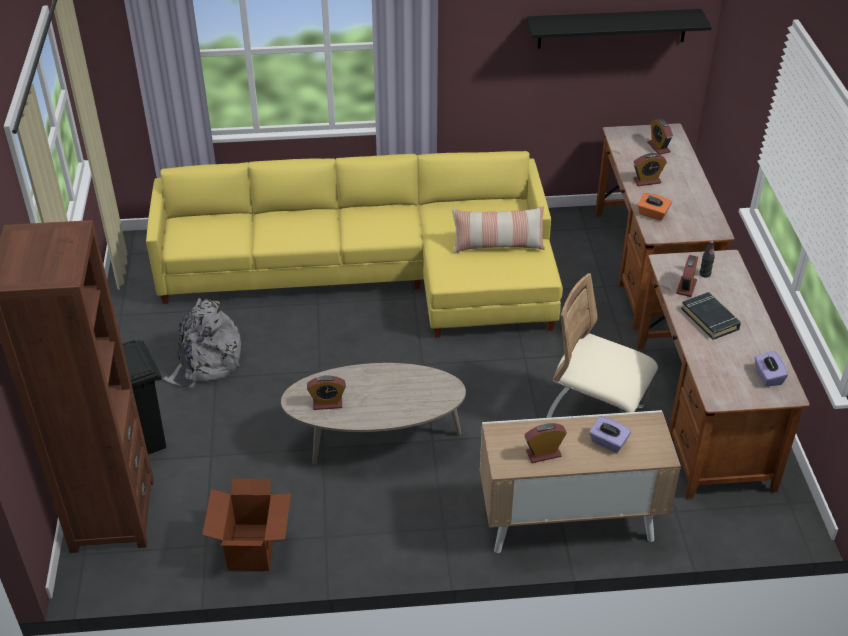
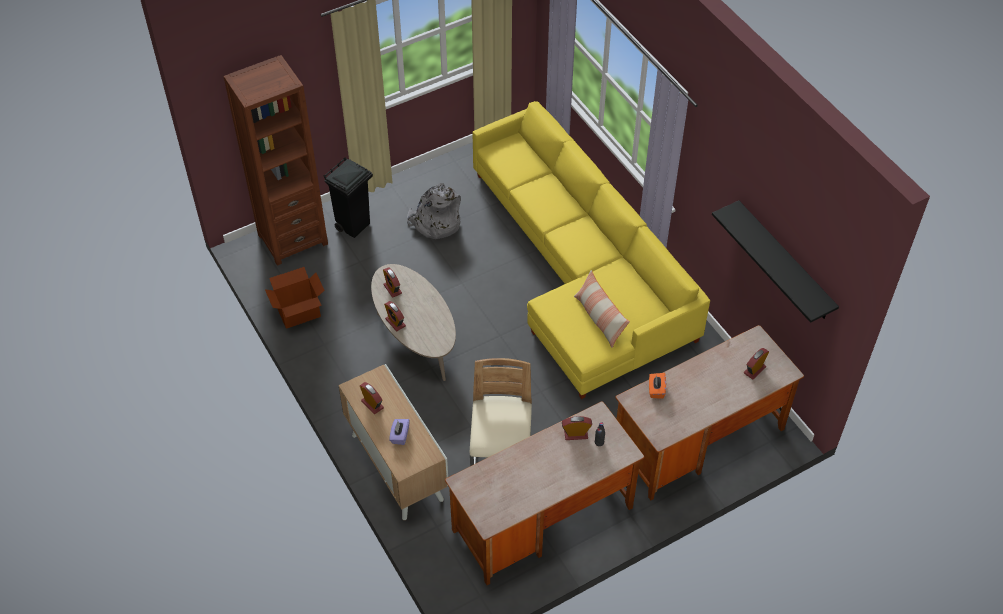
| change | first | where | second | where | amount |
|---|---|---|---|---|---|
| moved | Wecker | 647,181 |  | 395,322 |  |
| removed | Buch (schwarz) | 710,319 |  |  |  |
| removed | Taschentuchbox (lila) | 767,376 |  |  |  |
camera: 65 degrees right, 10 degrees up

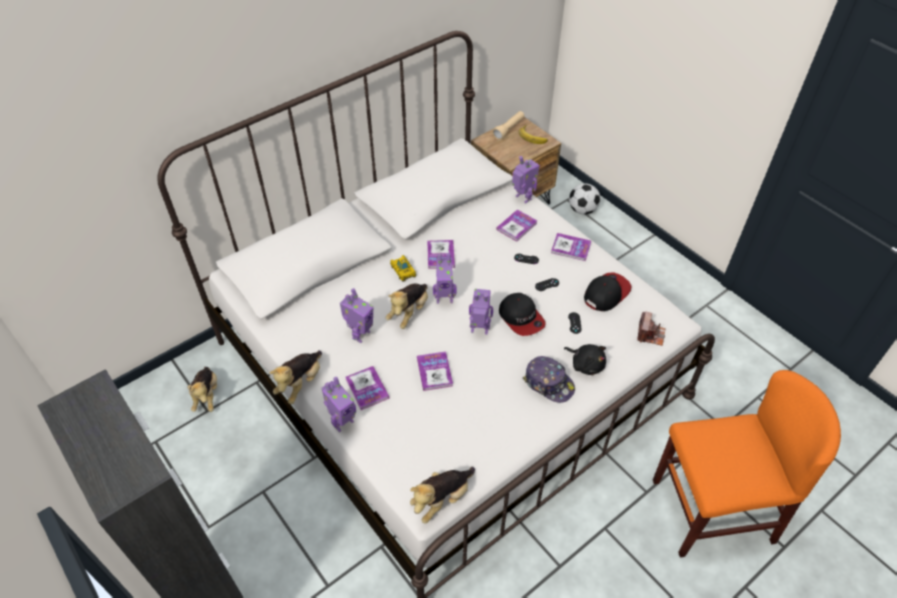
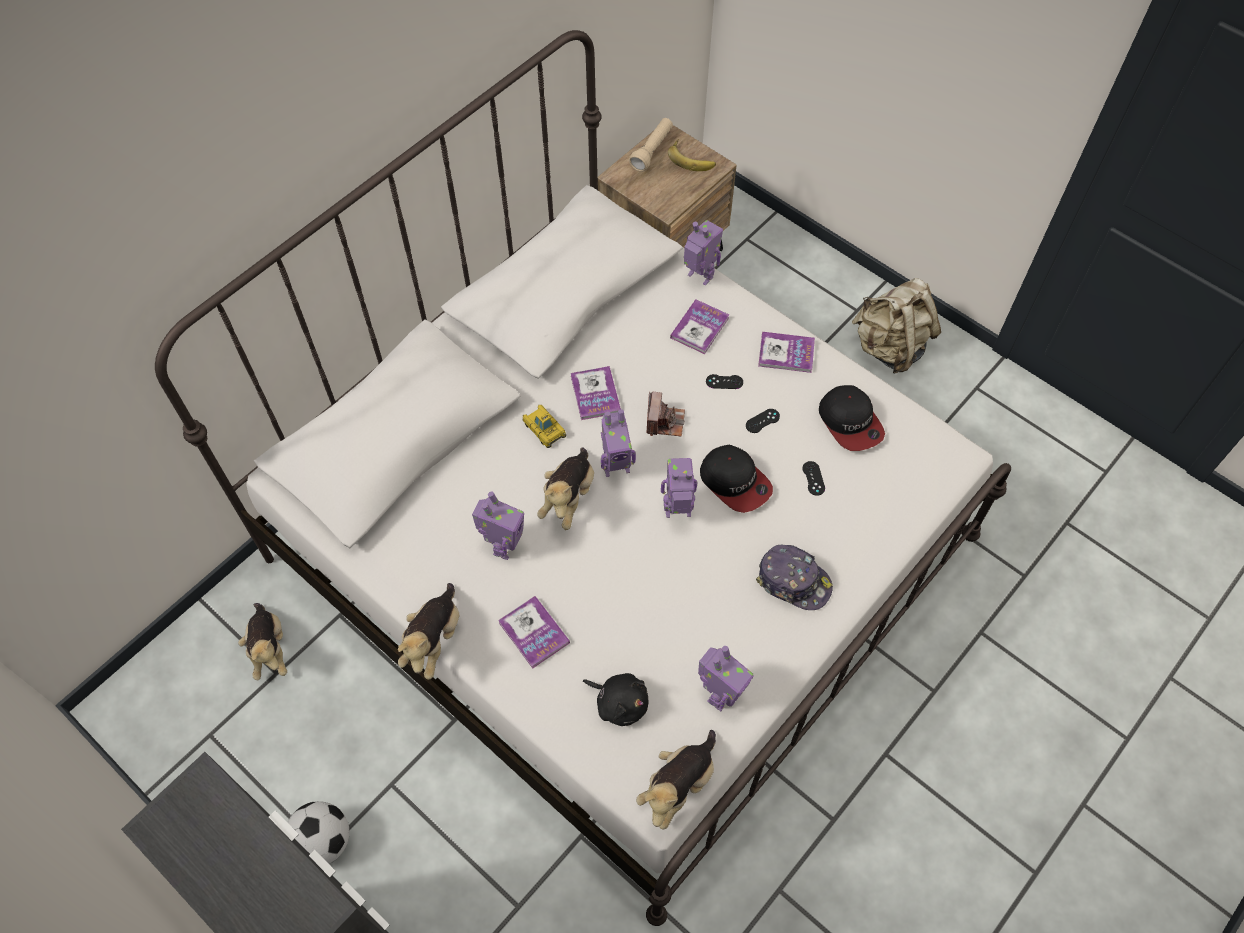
| change | first | where | second | where | amount |
|---|---|---|---|---|---|
| moved | Spielzeugroboter | 342,422 |  | 720,695 |  |
| removed | Buch | 434,372 |  |  |  |
| moved | Plüschtier (schwarz) | 586,364 |  | 619,703 |  |
| moved | Fußball | 582,210 |  | 323,841 |  |
| turned | Kappe | 606,293 |  | 850,422 | 120 degrees clockwise |
| moved | Kamera | 650,334 |  | 664,421 |  |
| removed | Stuhl (orange) | 712,510 |  |  |  |
| added |  |  | Rucksack (beige) | 889,347 |  |
camera: 10 degrees left, 10 degrees up

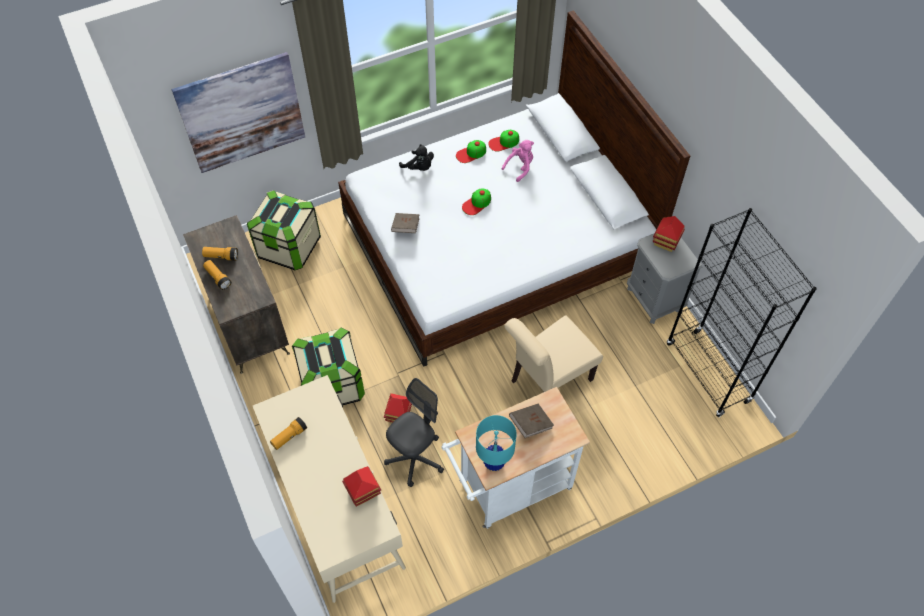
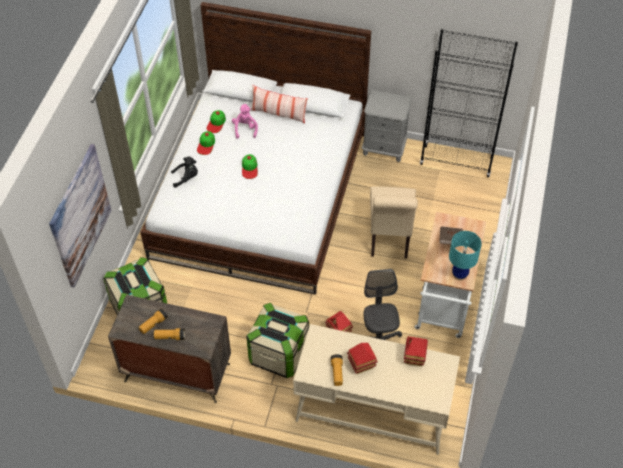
| change | first | where | second | where | amount |
|---|---|---|---|---|---|
| removed | Buch (braun) | 405,228 |  |  |  |
| moved | Spielzeughaus | 665,242 |  | 361,365 |  |
| added |  |  | Kissen | 278,114 |  |
camera: 50 degrees left, 5 degrees down

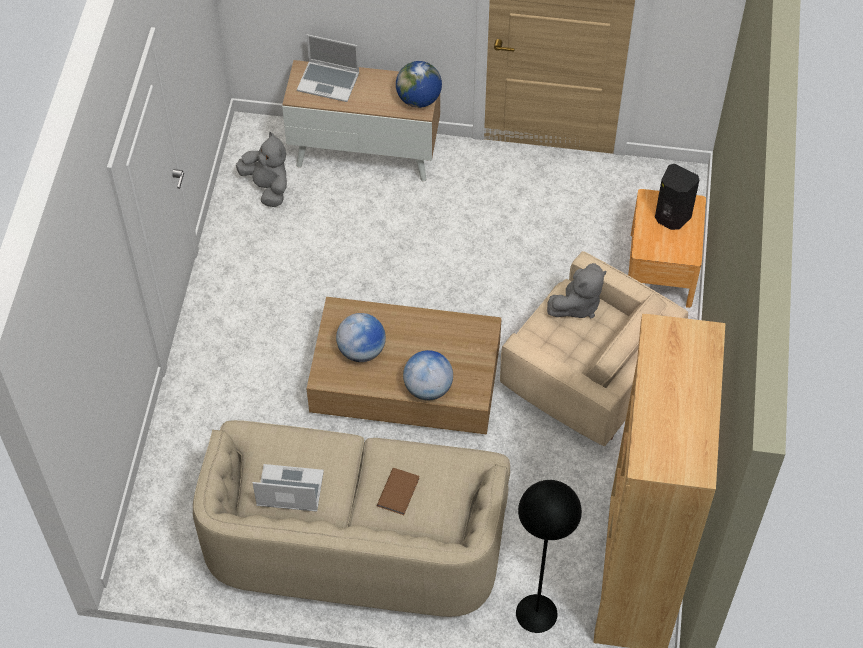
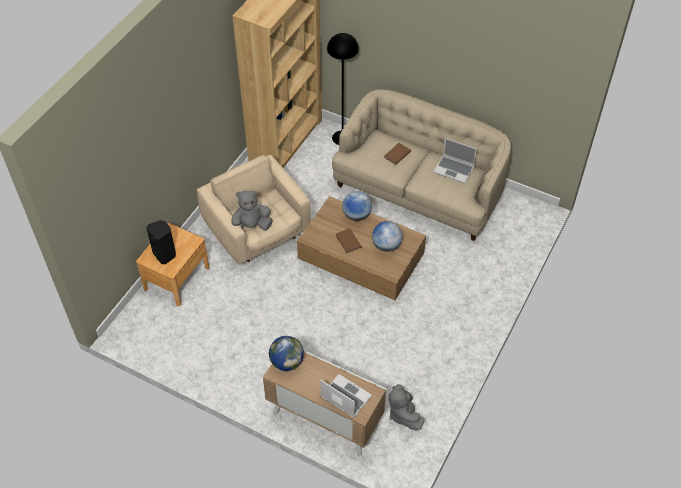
| change | first | where | second | where | amount |
|---|---|---|---|---|---|
| added |  |  | Buch (braun) | 347,242 |  |
camera: 160 degrees left, 5 degrees down

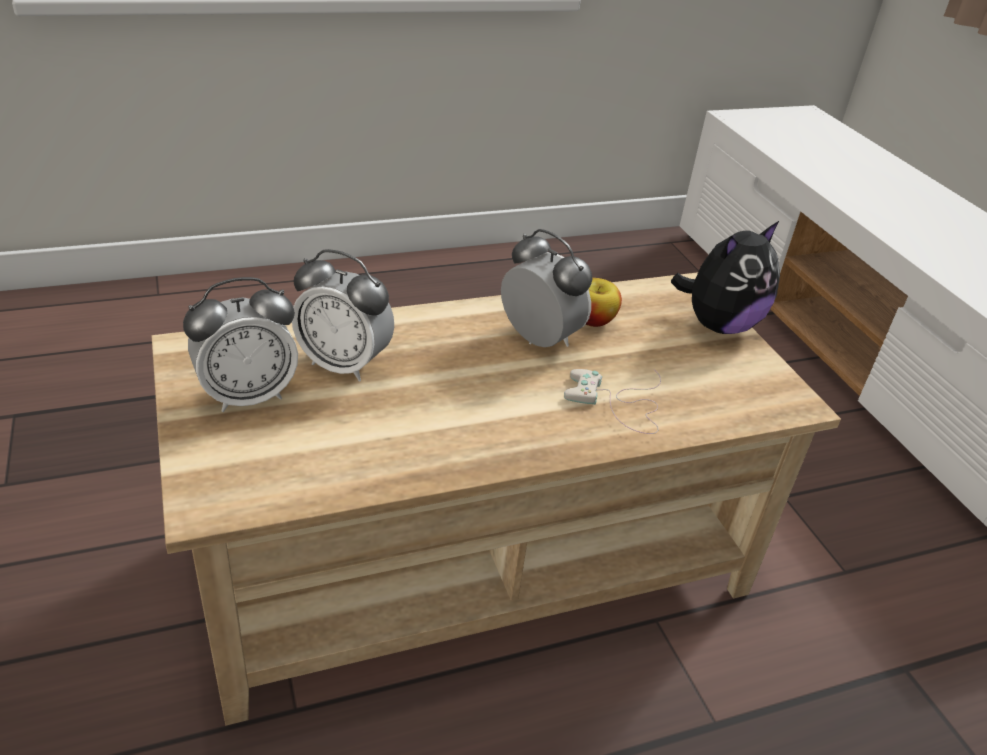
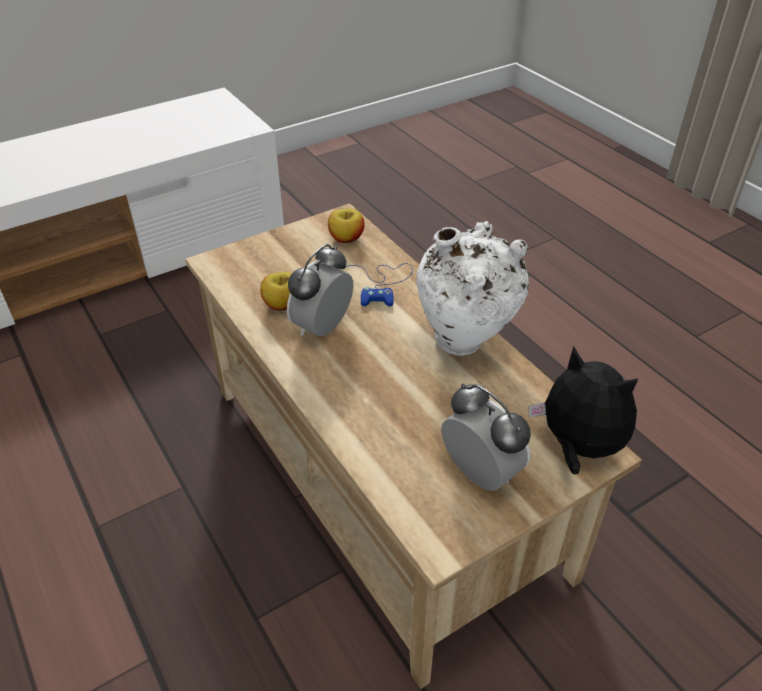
| change | first | where | second | where | amount |
|---|---|---|---|---|---|
| removed | Wecker | 344,364 |  |  |  |
| recoloured | Gamepad (weiß) | 619,404 | Gamepad (blau) | 382,284 |  |
| moved | Plüschtier | 719,325 |  | 577,447 |  |
| added |  |  | Apfel | 346,238 |  |
| added |  |  | Vase (weiß) | 465,345 |  |
camera: 100 degrees left, 5 degrees up

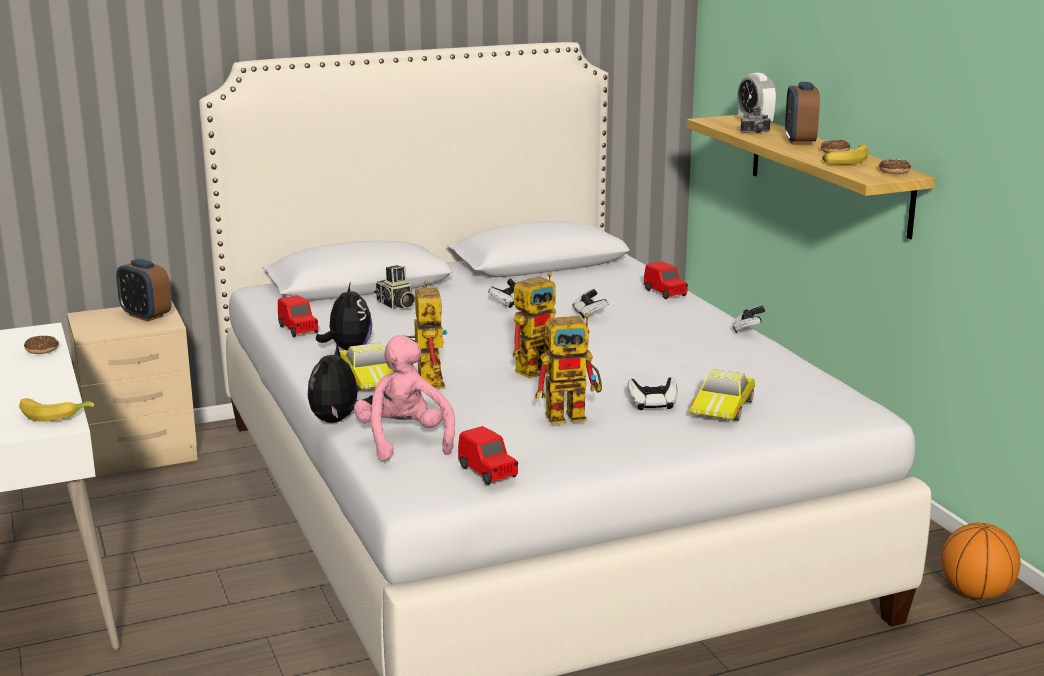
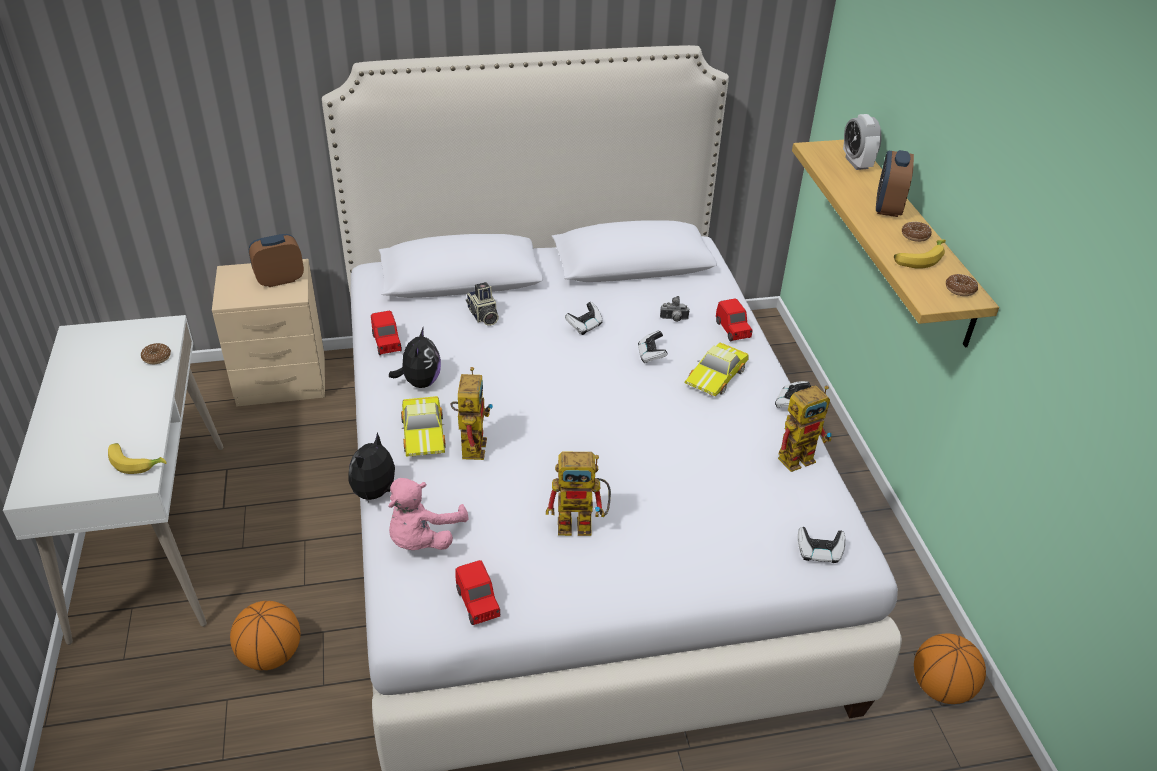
| change | first | where | second | where | amount |
|---|---|---|---|---|---|
| turned | Wecker | 146,316 |  | 280,280 | 105 degrees clockwise |
| turned | Plüschtier (rosa) | 404,440 |  | 422,538 | 150 degrees counterclockwise |
| moved | Spielzeugroboter | 539,367 |  | 801,455 |  |
| moved | Gamepad | 652,404 |  | 819,553 |  |
| moved | Spielzeugauto | 724,407 |  | 717,376 |  |
| moved | Kamera | 756,133 |  | 674,319 |  |
| added |  |  | Basketball | 271,655 |  |
camera: 10 degrees right, 20 degrees up

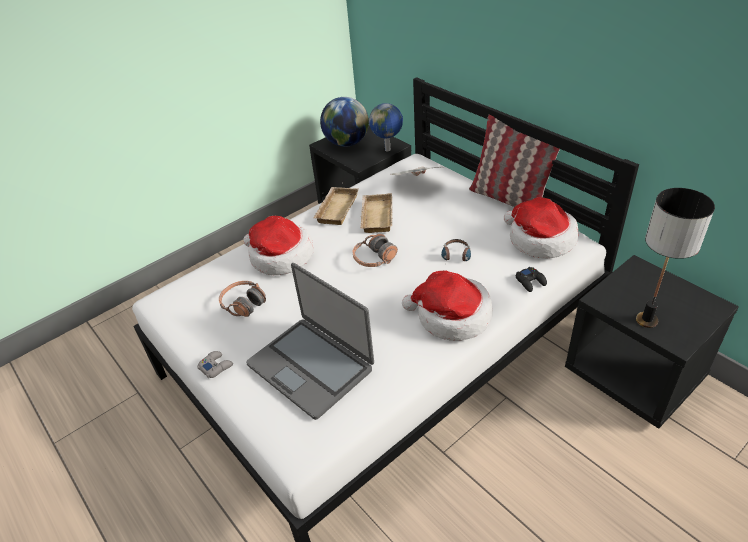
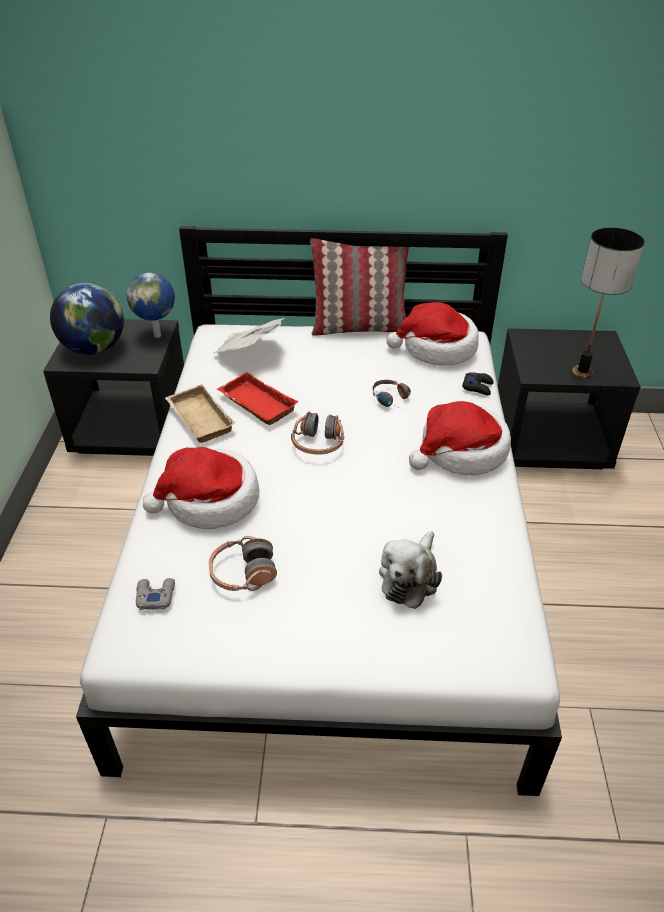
| change | first | where | second | where | amount |
|---|---|---|---|---|---|
| moved | Gamepad (grau) | 216,366 |  | 155,596 |  |
| replaced | Laptop | 311,366 | Plüschtier | 410,577 |  |
| recoloured | Tablett (beige) | 375,216 | Tablett (rot) | 255,404 |  |
camera: 50 degrees left, 0 degrees up

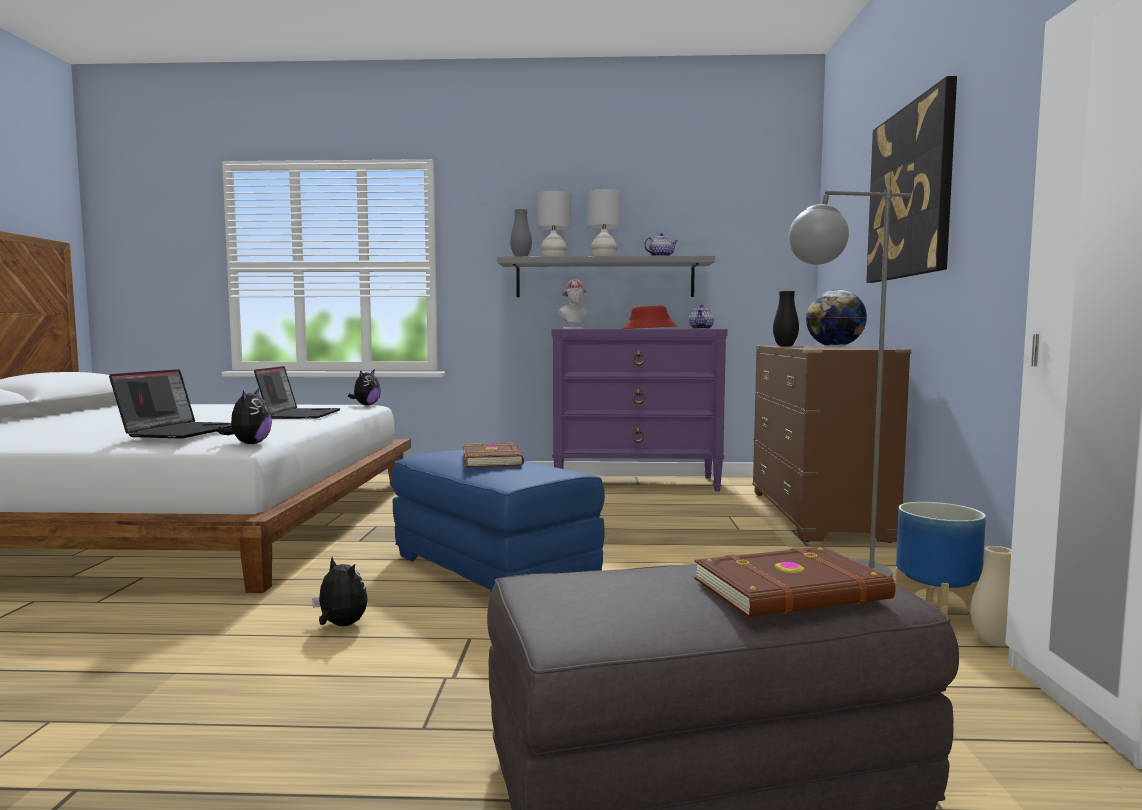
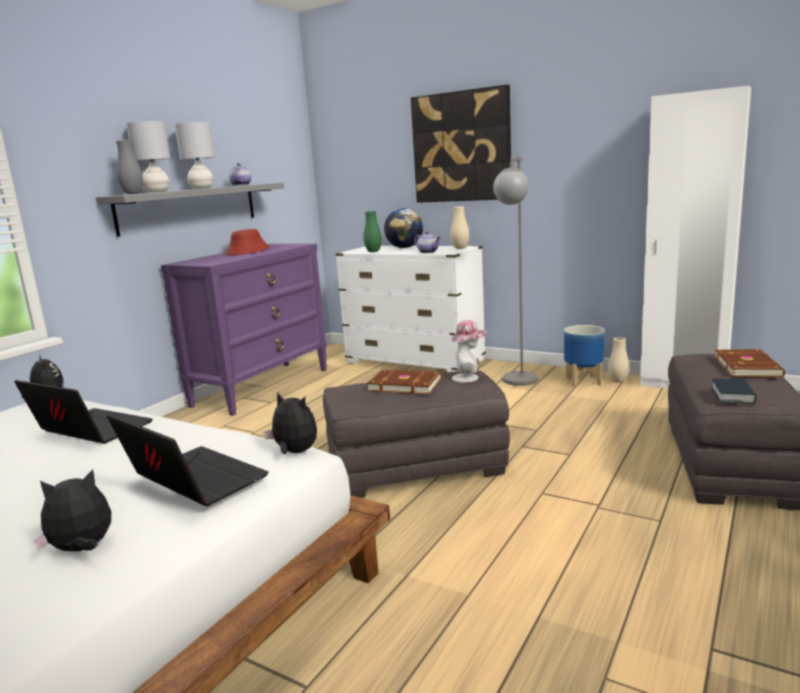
| change | first | where | second | where | amount |
|---|---|---|---|---|---|
| moved | Plüschtier | 340,625 |  | 83,549 |  |
| recoloured | Polsterhocker (blau) | 495,569 | Polsterhocker (grau) | 417,468 |  |
| moved | Hut | 574,329 |  | 468,377 |  |
| moved | Teekanne | 701,329 |  | 428,252 |  |
| recoloured | Kommode (braun) | 816,515 | Kommode (weiß) | 415,362 |  |
| recoloured | Vase (schwarz) | 785,346 | Vase (grün) | 373,251 |  |
| added |  |  | Vase (beige) | 460,248 |  |
| added |  |  | Buch | 732,396 |  |
camera: 60 degrees left, 10 degrees up

